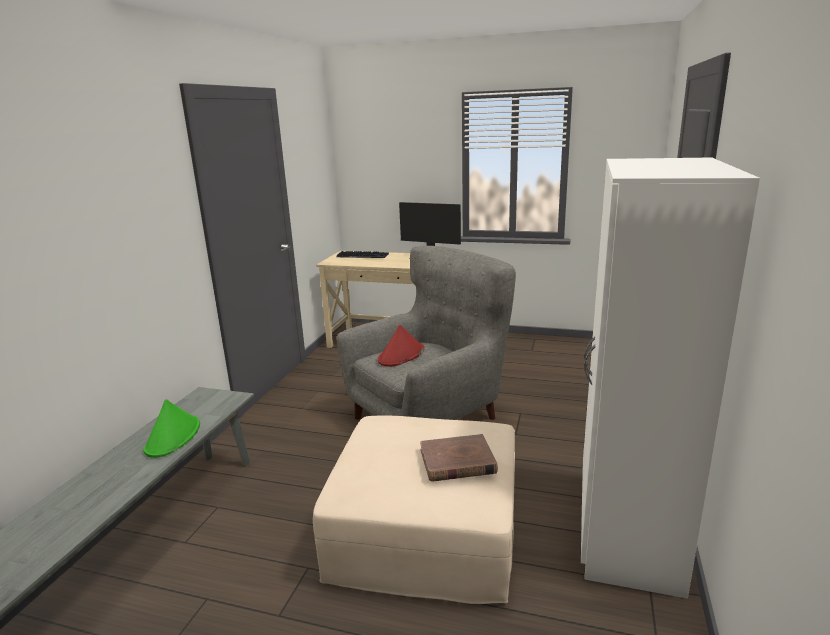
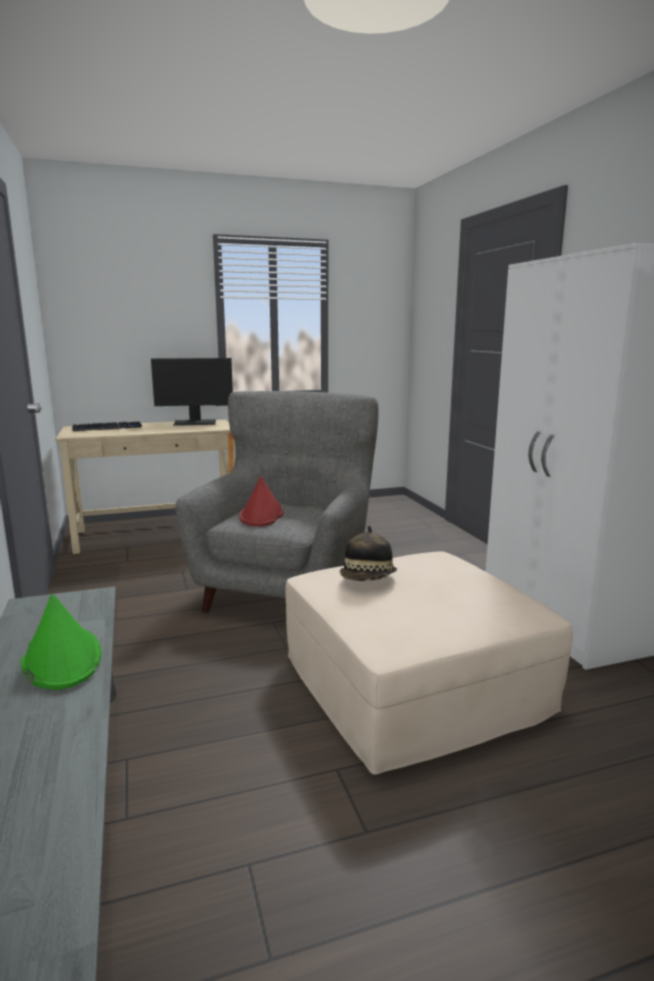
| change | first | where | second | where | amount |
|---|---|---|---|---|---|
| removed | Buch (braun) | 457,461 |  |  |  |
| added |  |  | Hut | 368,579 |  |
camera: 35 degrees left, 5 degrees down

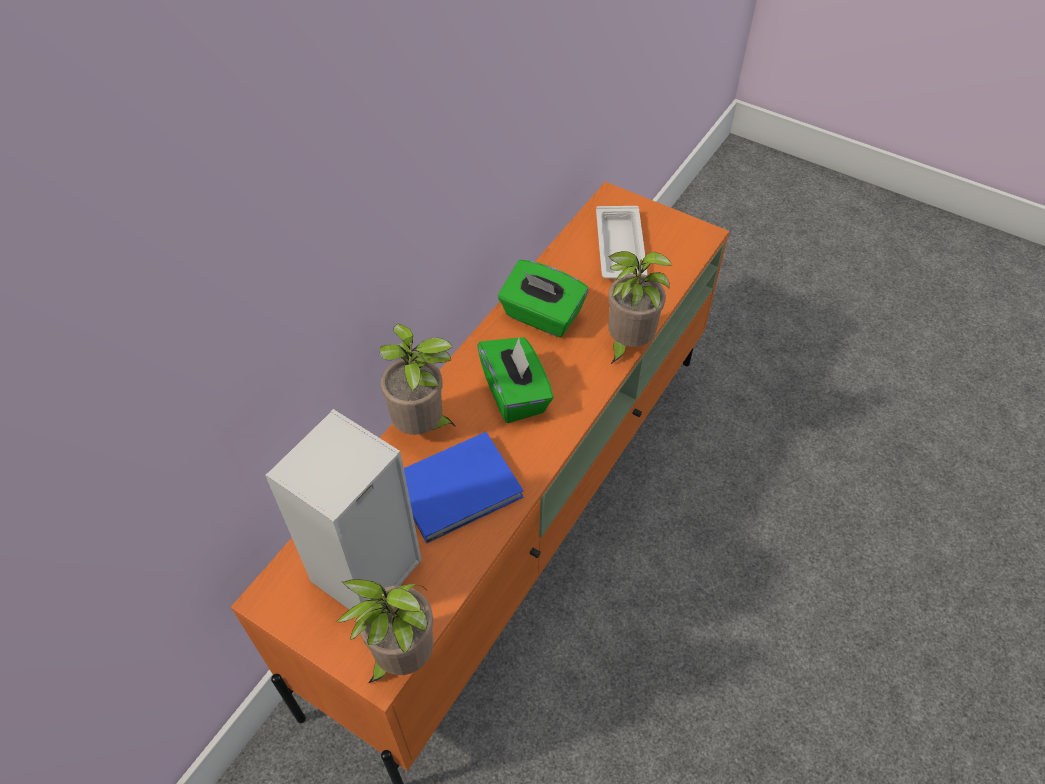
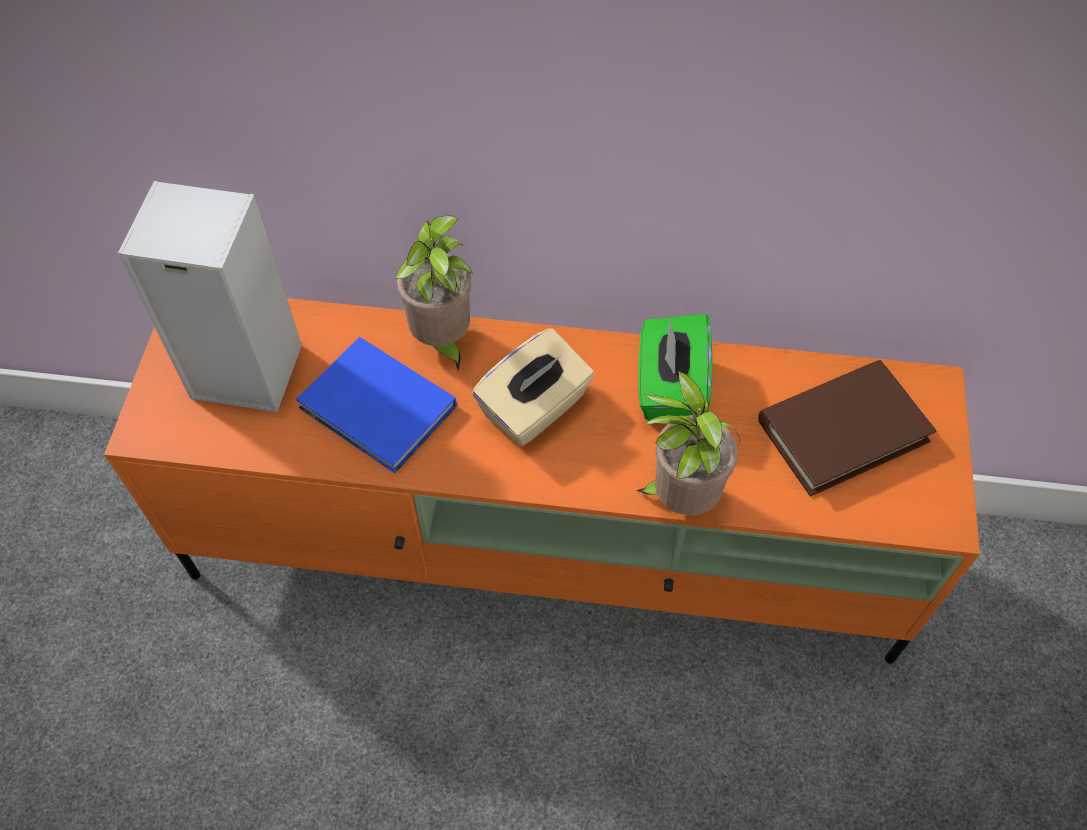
| change | first | where | second | where | amount |
|---|---|---|---|---|---|
| removed | Topfpflanze | 401,658 |  |  |  |
| recoloured | Taschentuchbox (grün) | 515,394 | Taschentuchbox (beige) | 535,408 |  |
| replaced | Tablett (weiß) | 620,250 | Buch (braun) | 842,431 |  |
camera: 65 degrees right, 5 degrees up

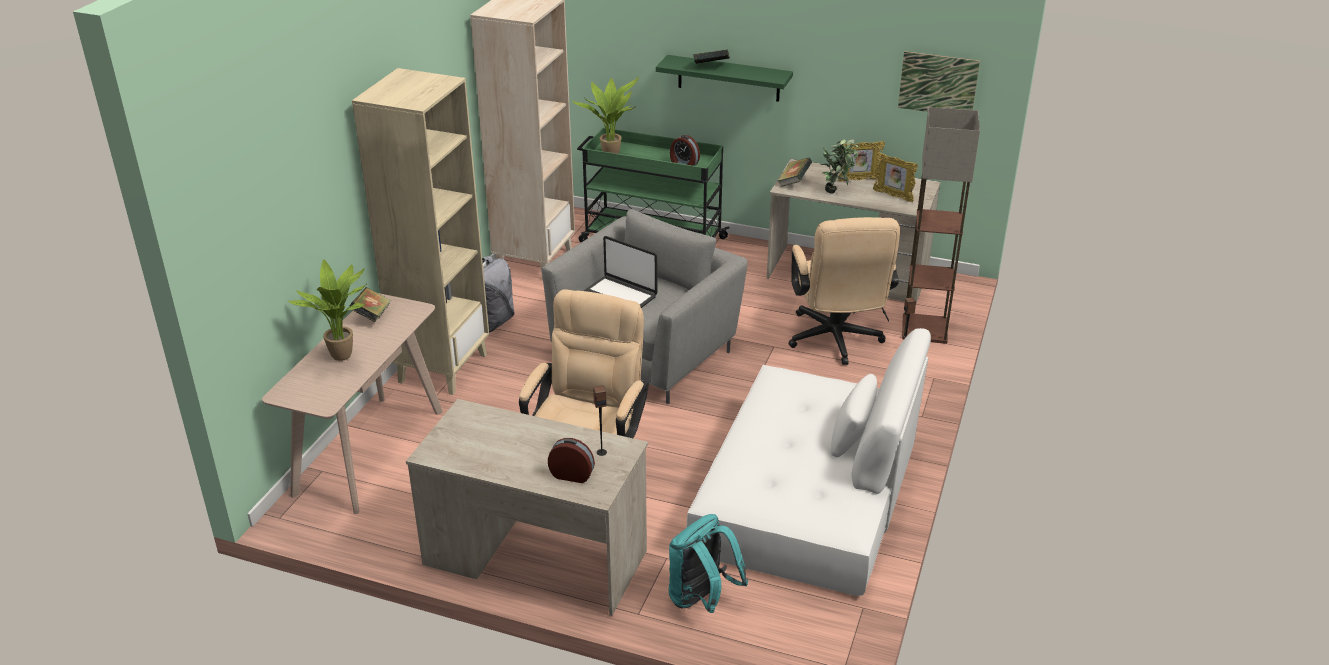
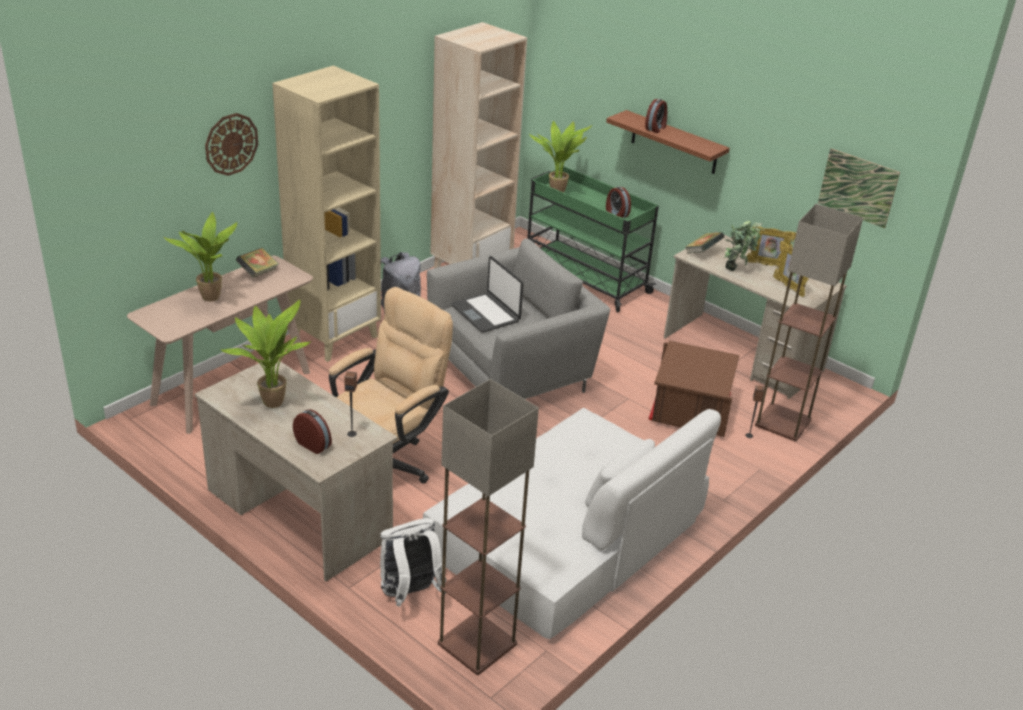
| change | first | where | second | where | amount |
|---|---|---|---|---|---|
| recoloured | Wandregal (grün) | 728,78 | Wandregal (braun) | 674,143 |  |
| recoloured | Rucksack (türkis) | 702,599 | Rucksack (weiß) | 410,594 |  |
| replaced | Buch | 711,67 | Wecker | 656,128 |  |
| replaced | Bürostuhl (beige) | 836,342 | Aufbewahrungsbox (braun) | 688,410 |  |
| added |  |  | Wanduhr | 231,144 |  |
| added |  |  | Topfpflanze | 272,401 |  |
| added |  |  | Stehlampe | 477,642 |  |
camera: 20 degrees right, 0 degrees up

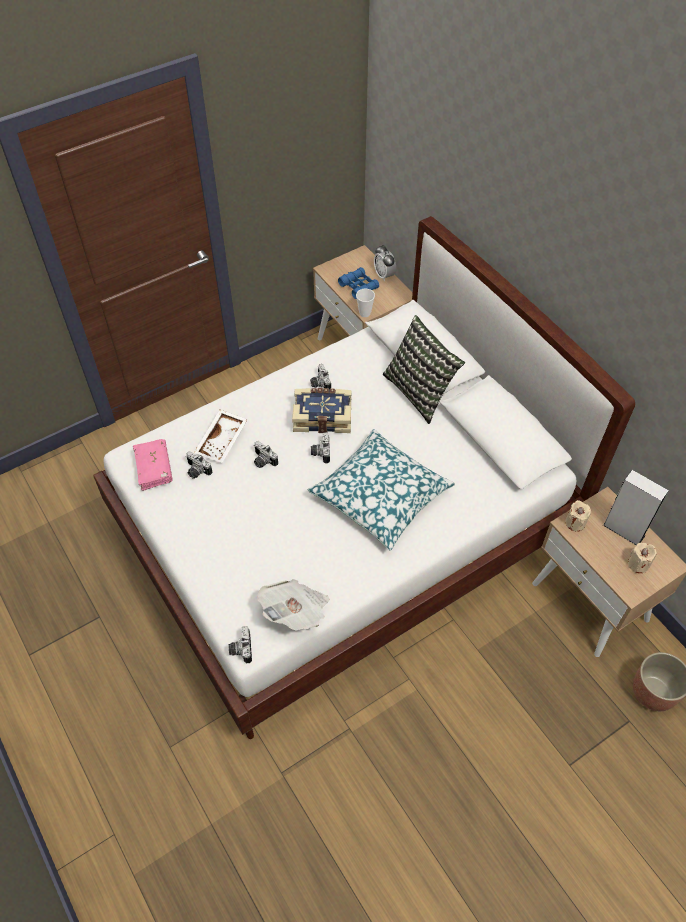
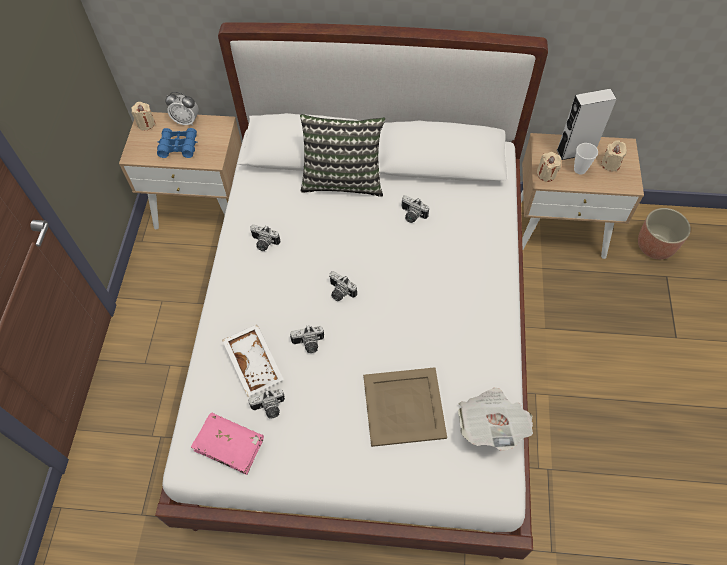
| change | first | where | second | where | amount |
|---|---|---|---|---|---|
| moved | Kamera | 240,649 |  | 412,215 |  |
| removed | Buch | 322,416 |  |  |  |
| removed | Kissen | 380,496 |  |  |  |
| moved | Tasse | 365,313 |  | 580,169 |  |
| added |  |  | Kerze (beige) | 146,124 |  |
| added |  |  | Tablett (beige) | 404,407 |  |
camera: 50 degrees left, 5 degrees up

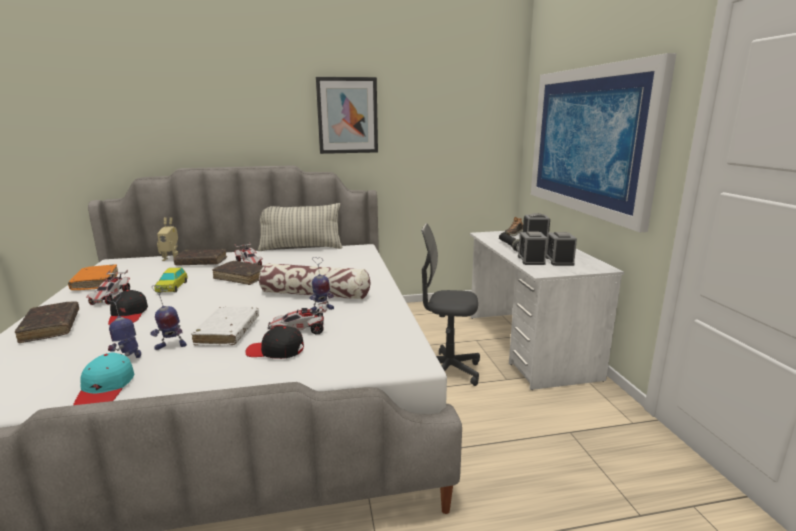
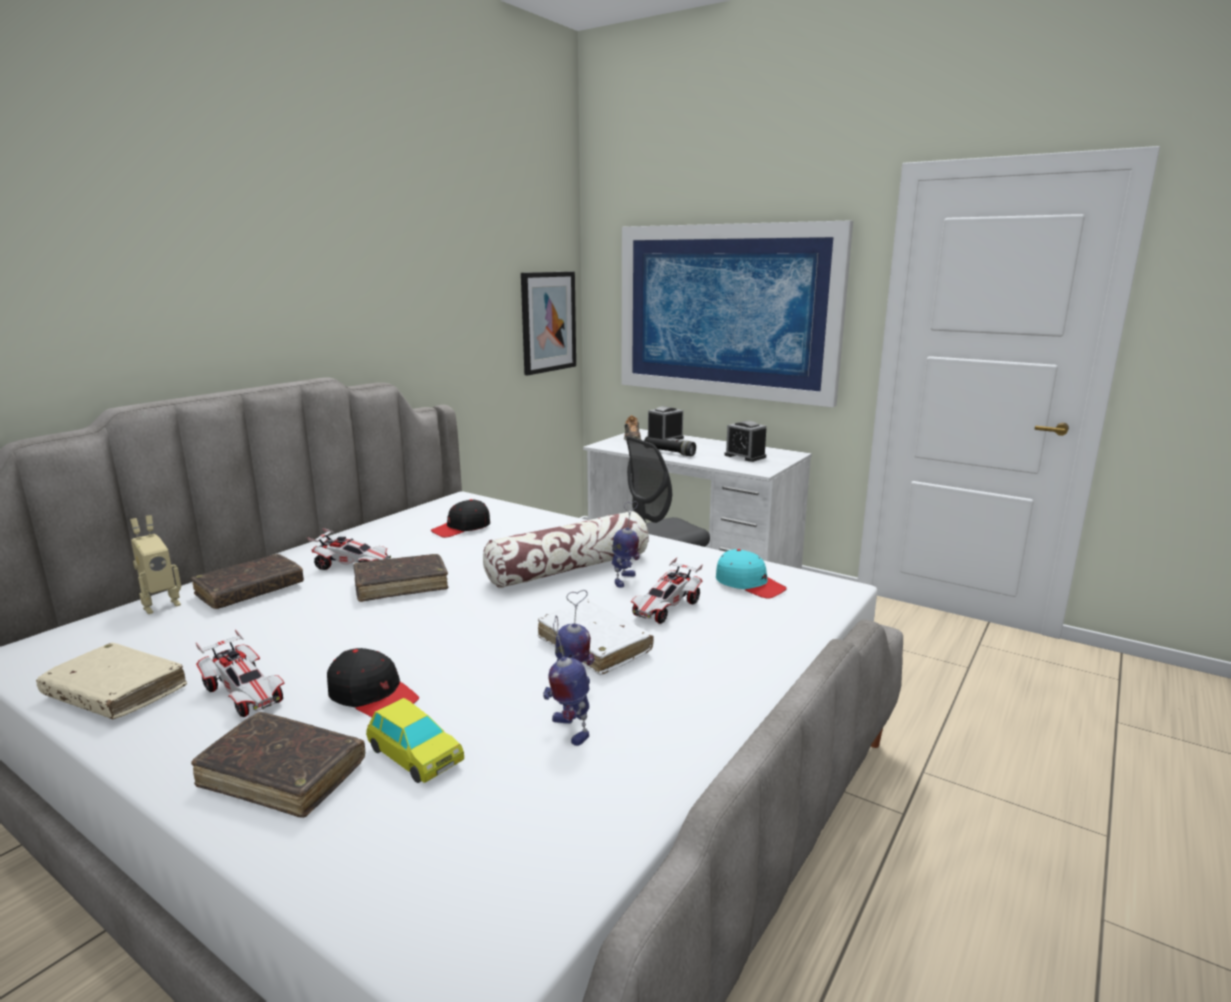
| change | first | where | second | where | amount |
|---|---|---|---|---|---|
| recoloured | Buch (orange) | 96,283 | Buch (beige) | 115,693 |  |
| moved | Kappe (türkis) | 105,388 |  | 749,584 |  |
| moved | Spielzeugauto | 172,287 |  | 415,756 |  |
| moved | Kappe (schwarz) | 276,351 |  | 462,528 |  |
| removed | Kissen | 301,248 |  |  |  |
| moved | Bild | 347,115 |  | 548,322 |  |
| removed | Wecker | 531,260 |  |  |  |
camera: 45 degrees left, 0 degrees up

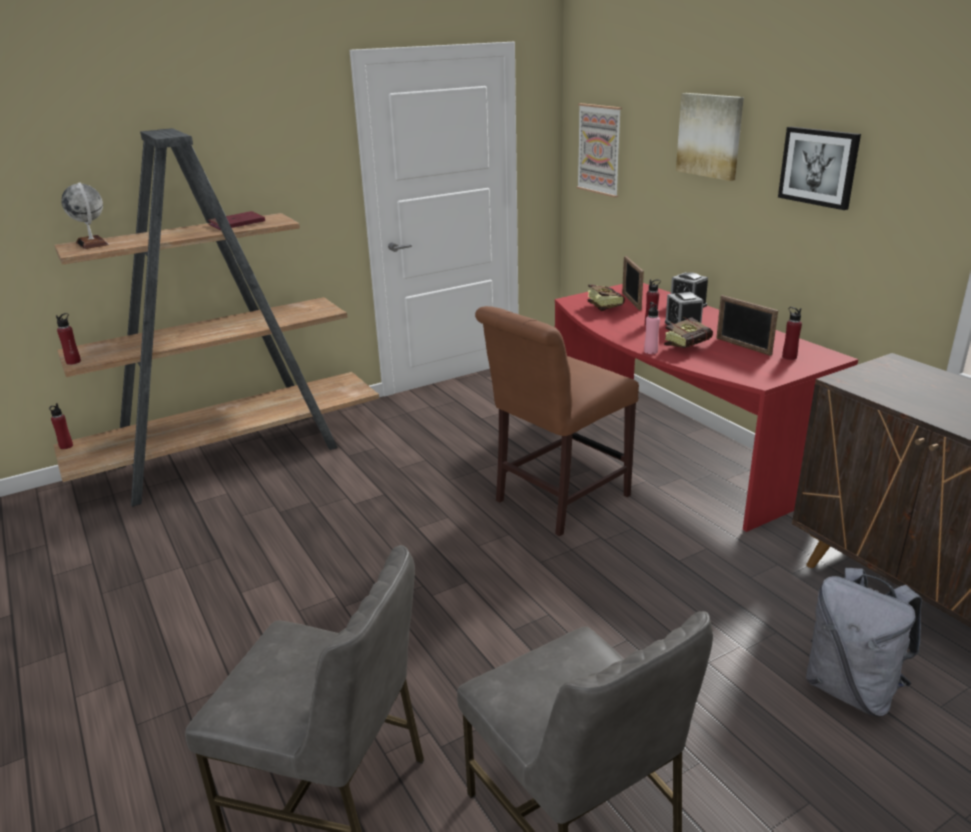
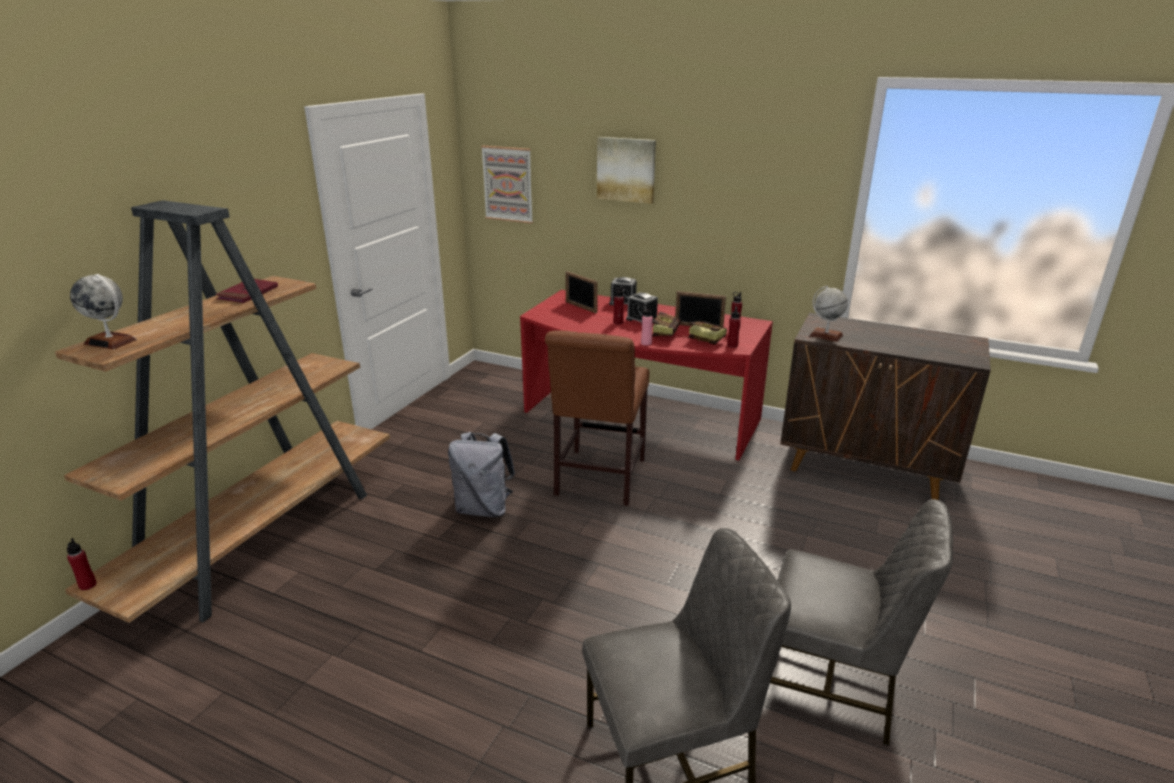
| change | first | where | second | where | amount |
|---|---|---|---|---|---|
| moved | Flasche (rot) | 73,362 |  | 732,345 |  |
| moved | Buch | 603,306 |  | 703,340 |  |
| removed | Bild | 819,167 |  |  |  |
| moved | Rucksack (grau) | 852,689 |  | 484,508 |  |
| added |  |  | Globus | 826,335 |  |
camera: 35 degrees left, 0 degrees up

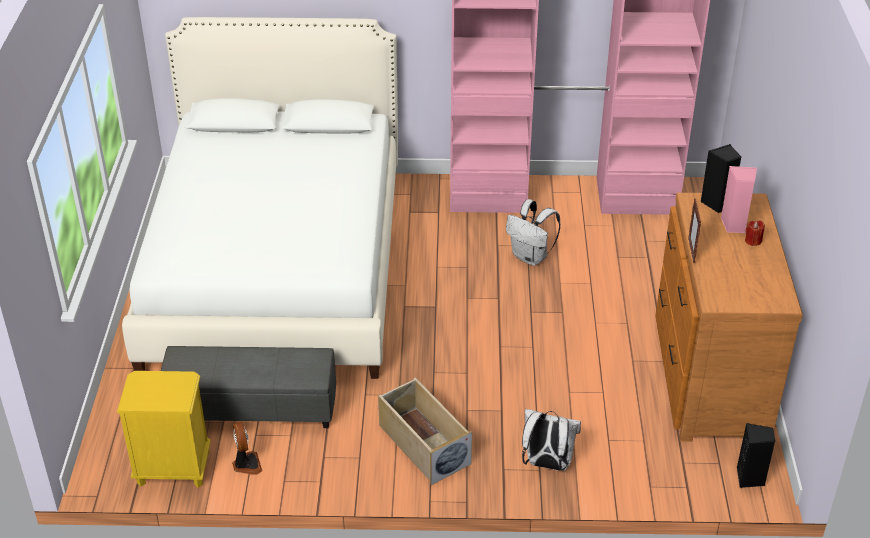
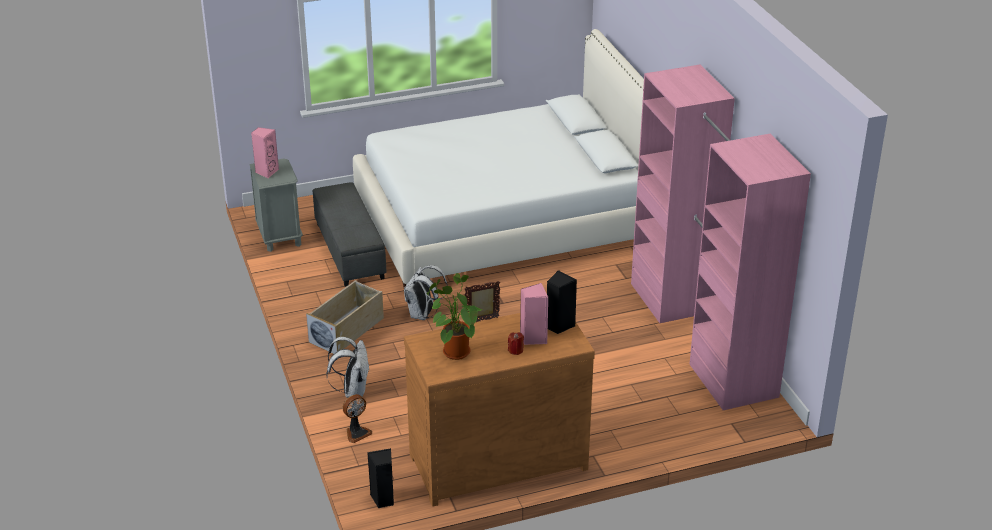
| change | first | where | second | where | amount |
|---|---|---|---|---|---|
| recoloured | Nachttisch (gelb) | 173,469 | Nachttisch (grau) | 279,237 |  |
| moved | Ventilator | 246,464 |  | 357,433 |  |
| moved | Rucksack (weiß) | 531,257 |  | 423,315 |  |
| added |  |  | Lautsprecher (rosa) | 266,172 |  |
| added |  |  | Topfpflanze | 454,351 |  |
camera: 70 degrees right, 5 degrees down

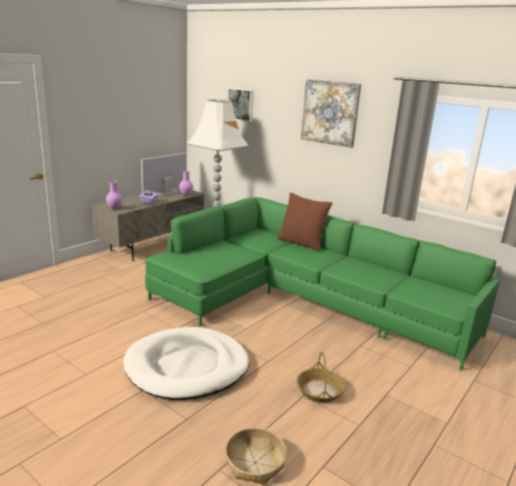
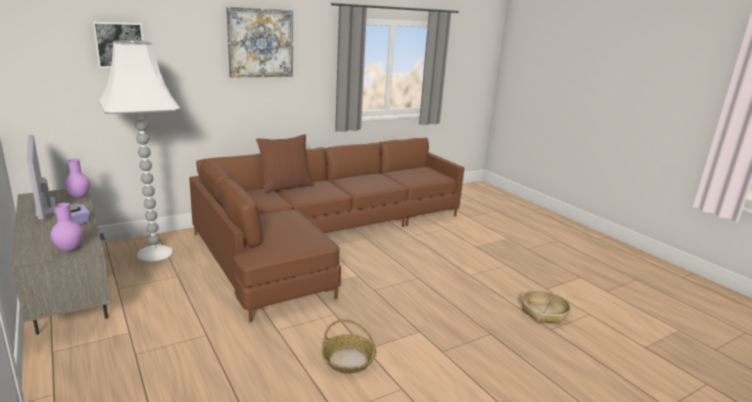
| change | first | where | second | where | amount |
|---|---|---|---|---|---|
| removed | Hundebett (weiß) | 187,367 |  |  |  |
| recoloured | Sofa (grün) | 302,300 | Sofa (braun) | 323,237 |  |
| moved | Korb | 320,391 |  | 348,360 |  |
camera: 70 degrees left, 0 degrees up

